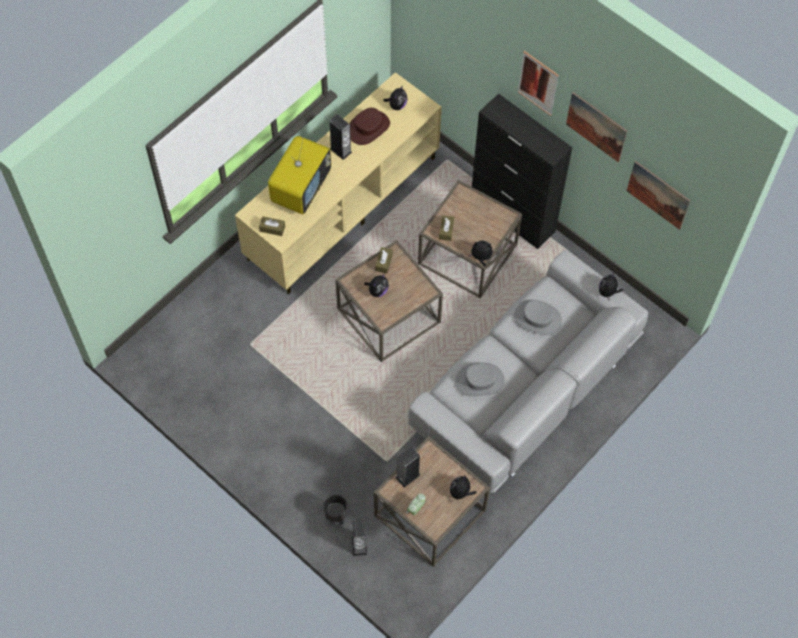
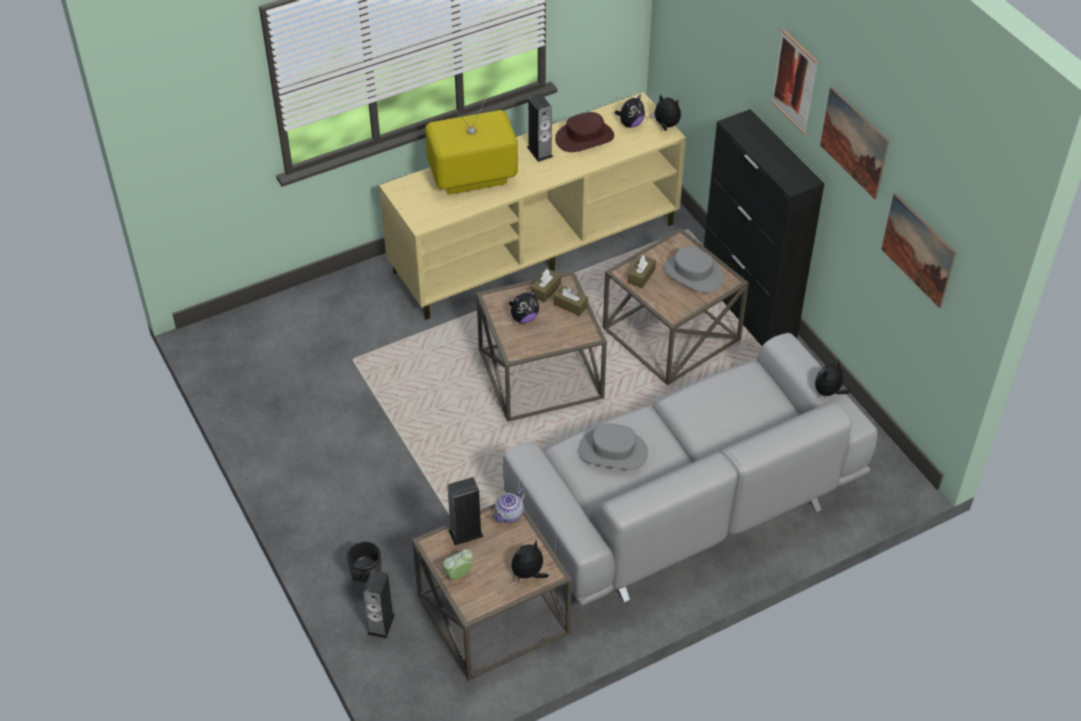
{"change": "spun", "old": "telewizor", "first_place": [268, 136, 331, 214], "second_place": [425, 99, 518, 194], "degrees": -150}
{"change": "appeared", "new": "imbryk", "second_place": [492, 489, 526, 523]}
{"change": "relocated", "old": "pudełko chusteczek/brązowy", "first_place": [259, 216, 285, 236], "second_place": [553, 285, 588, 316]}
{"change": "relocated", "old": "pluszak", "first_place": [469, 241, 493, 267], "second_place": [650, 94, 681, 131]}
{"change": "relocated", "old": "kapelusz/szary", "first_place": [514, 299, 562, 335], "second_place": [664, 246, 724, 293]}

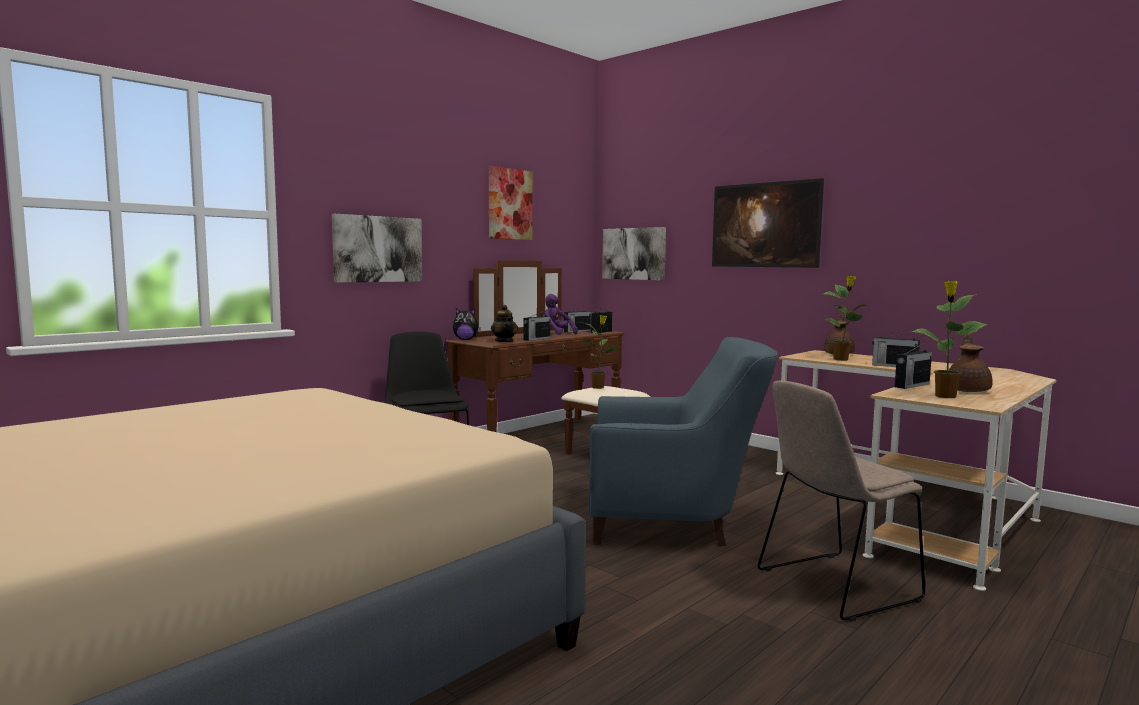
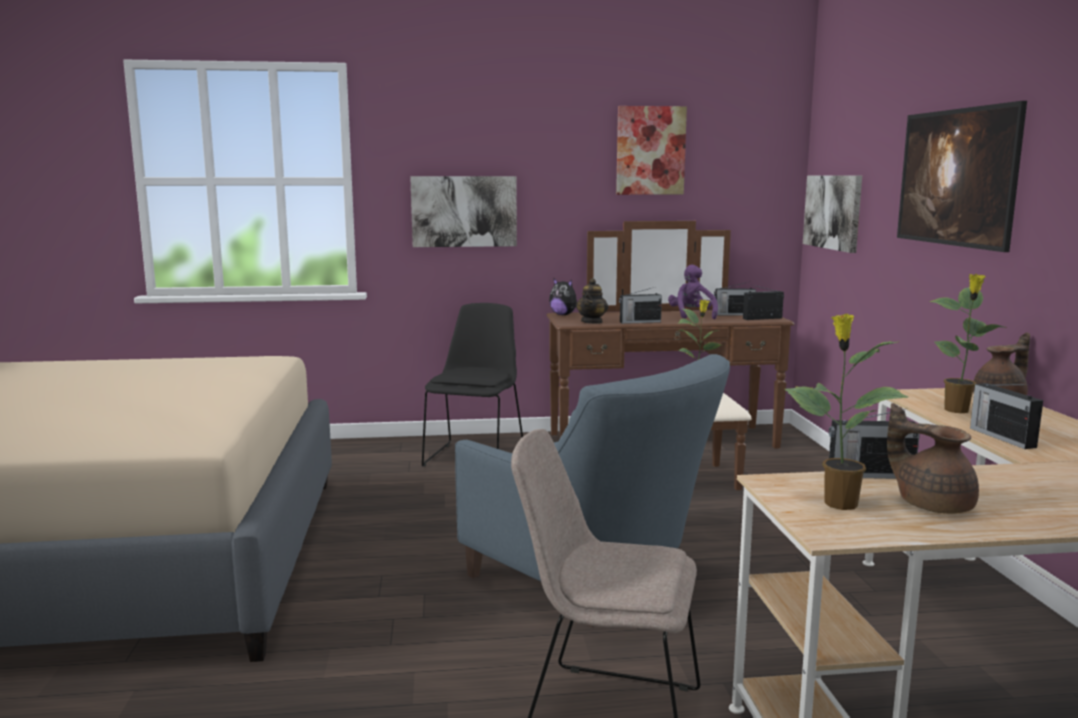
{"change": "spun", "old": "imbryk/brązowy", "first_place": [949, 334, 993, 392], "second_place": [887, 403, 979, 514], "degrees": -105}

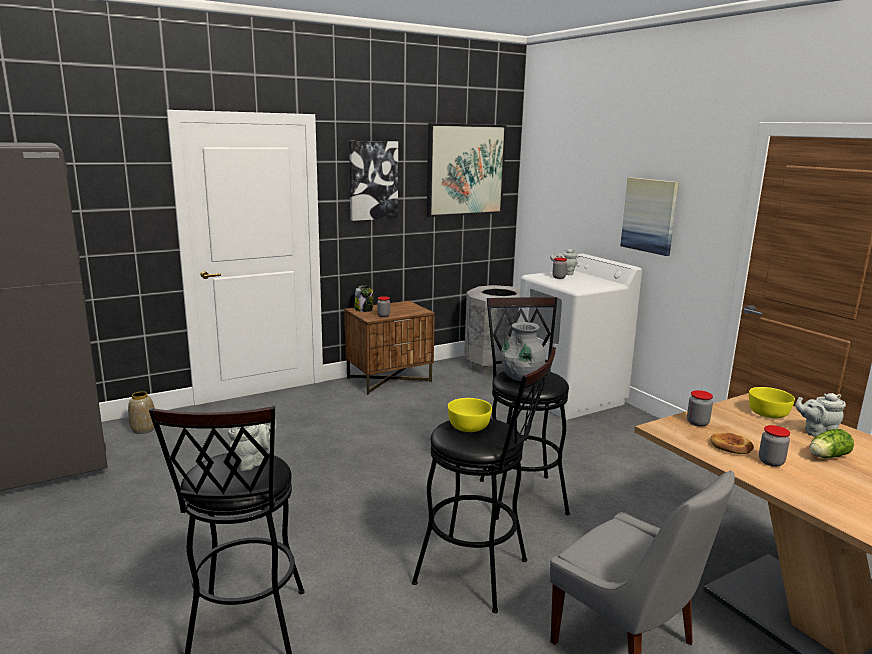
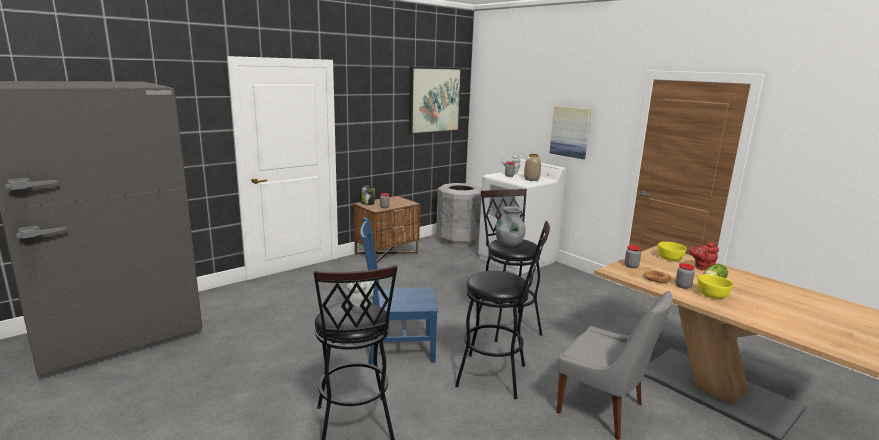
{"change": "appeared", "new": "krzesło/niebieski", "second_place": [360, 218, 438, 364]}
{"change": "relocated", "old": "wazon", "first_place": [128, 391, 155, 434], "second_place": [524, 154, 541, 181]}
{"change": "colour", "old": "imbryk/szary", "new": "imbryk/czerwony", "first_place": [795, 393, 846, 437], "second_place": [690, 243, 719, 270]}
{"change": "relocated", "old": "miska/żółty", "first_place": [448, 398, 492, 432], "second_place": [698, 275, 733, 299]}
{"change": "missing", "old": "obraz", "first_place": [349, 141, 398, 221]}

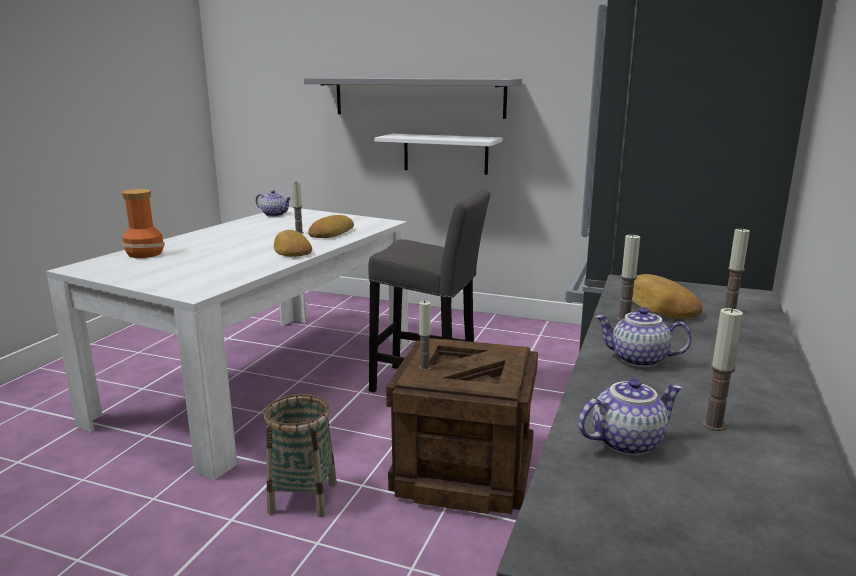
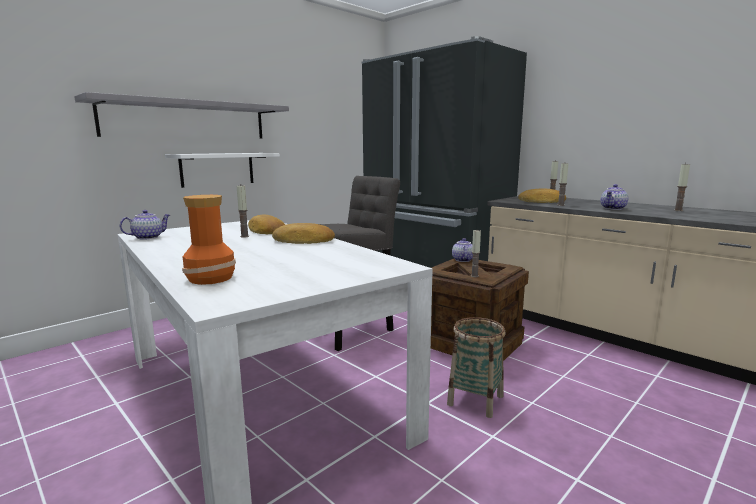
{"change": "relocated", "old": "imbryk", "first_place": [578, 378, 682, 456], "second_place": [452, 238, 473, 262]}

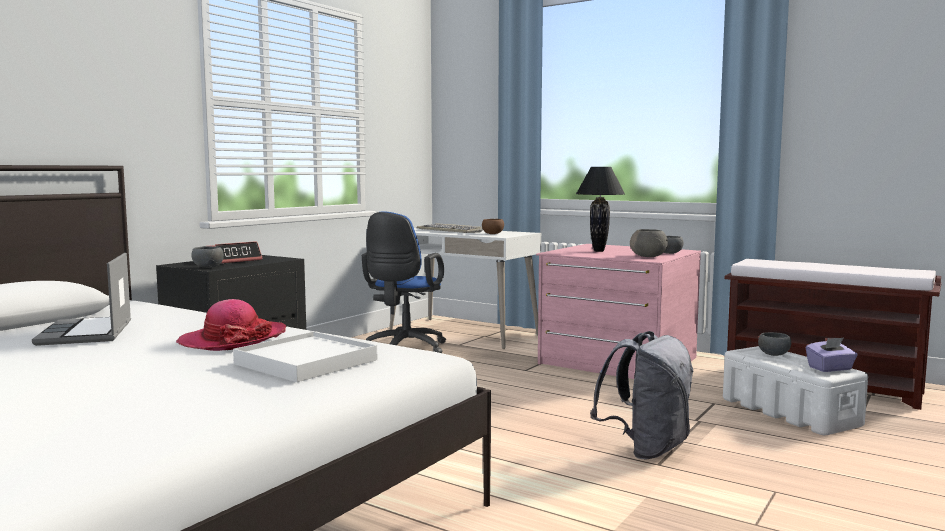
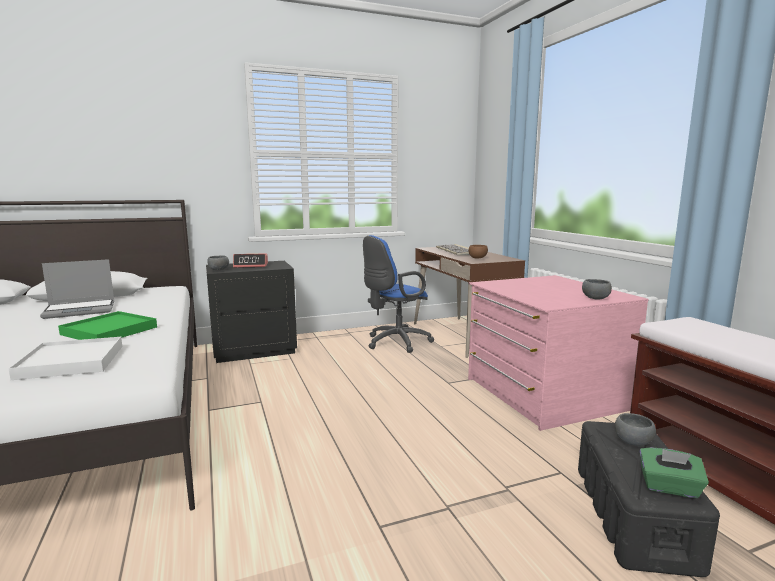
{"change": "spun", "old": "laptop", "first_place": [32, 253, 131, 346], "second_place": [40, 259, 114, 319], "degrees": -135}
{"change": "exchanged", "old": "kapelusz", "new": "taca/zielony", "first_place": [176, 299, 286, 351], "second_place": [58, 311, 157, 340]}
{"change": "colour", "old": "biurko/biały", "new": "biurko/brązowy", "first_place": [389, 228, 541, 349], "second_place": [414, 246, 525, 358]}
{"change": "colour", "old": "pojemnik do przechowywania/biały", "new": "pojemnik do przechowywania/czarny", "first_place": [723, 346, 868, 435], "second_place": [578, 421, 720, 577]}
{"change": "colour", "old": "pudełko chusteczek/fioletowy", "new": "pudełko chusteczek/zielony", "first_place": [806, 337, 858, 372], "second_place": [640, 448, 709, 498]}
{"change": "missing", "old": "lampa stołowa/czarny", "first_place": [576, 167, 625, 252]}
{"change": "missing", "old": "plecak/szary", "first_place": [590, 331, 694, 459]}
{"change": "missing", "old": "miska/szary", "first_place": [630, 229, 668, 257]}

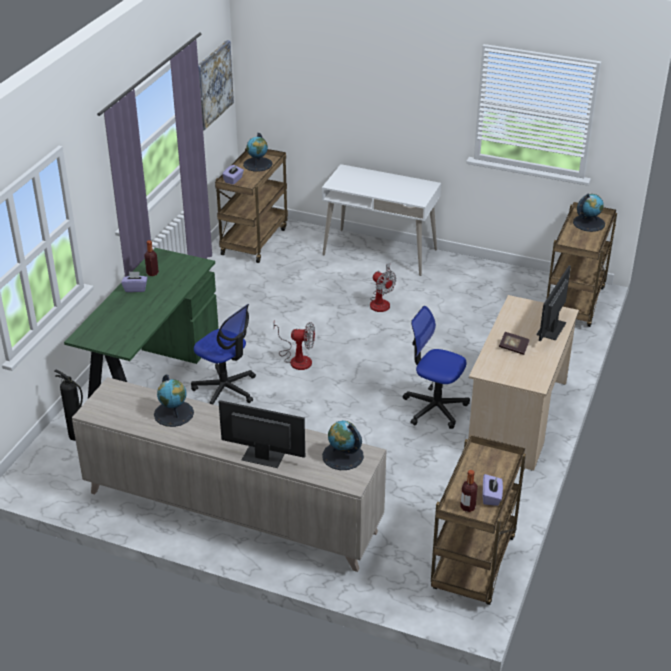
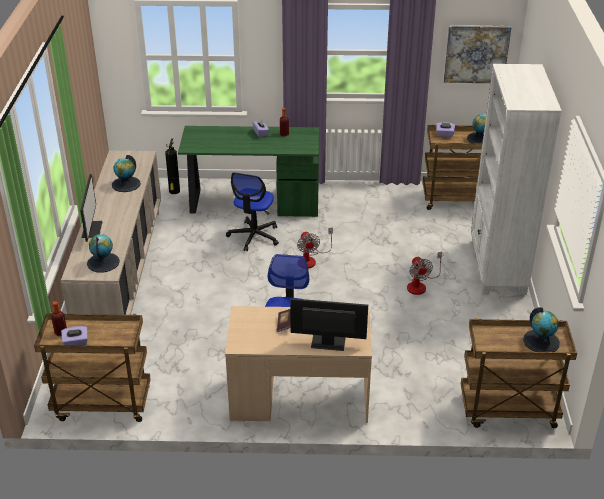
{"change": "spun", "old": "wentylator", "first_place": [370, 263, 396, 312], "second_place": [407, 252, 442, 295], "degrees": -45}
{"change": "exchanged", "old": "biurko/biały", "new": "regał/biały", "first_place": [322, 164, 441, 276], "second_place": [471, 64, 562, 295]}

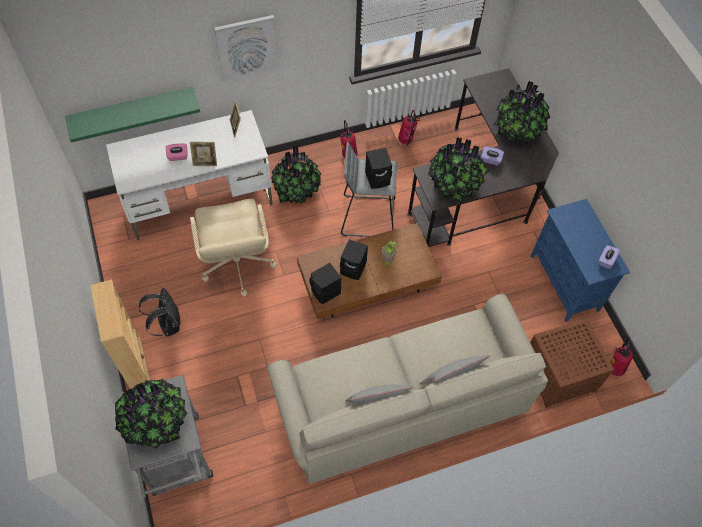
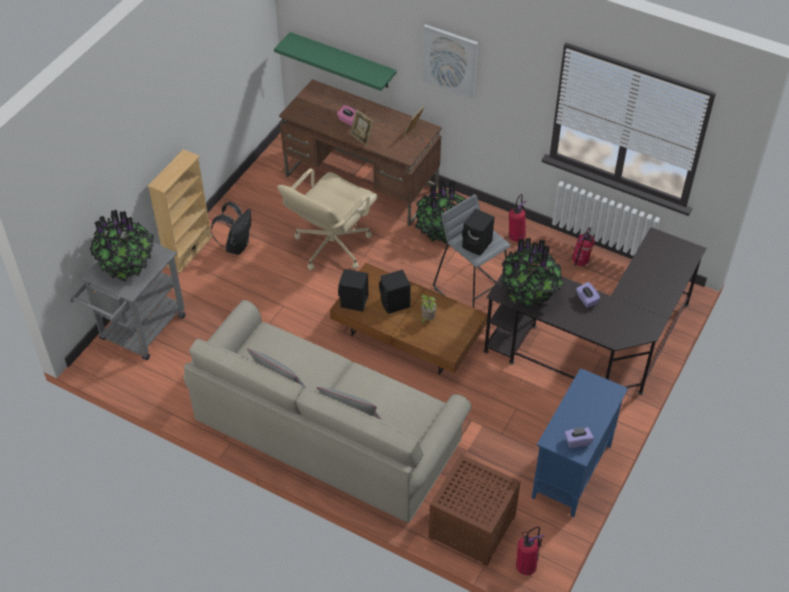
{"change": "colour", "old": "biurko/biały", "new": "biurko/brązowy", "first_place": [106, 110, 273, 240], "second_place": [279, 79, 442, 227]}
{"change": "missing", "old": "roślina doniczkowa", "first_place": [493, 81, 550, 144]}

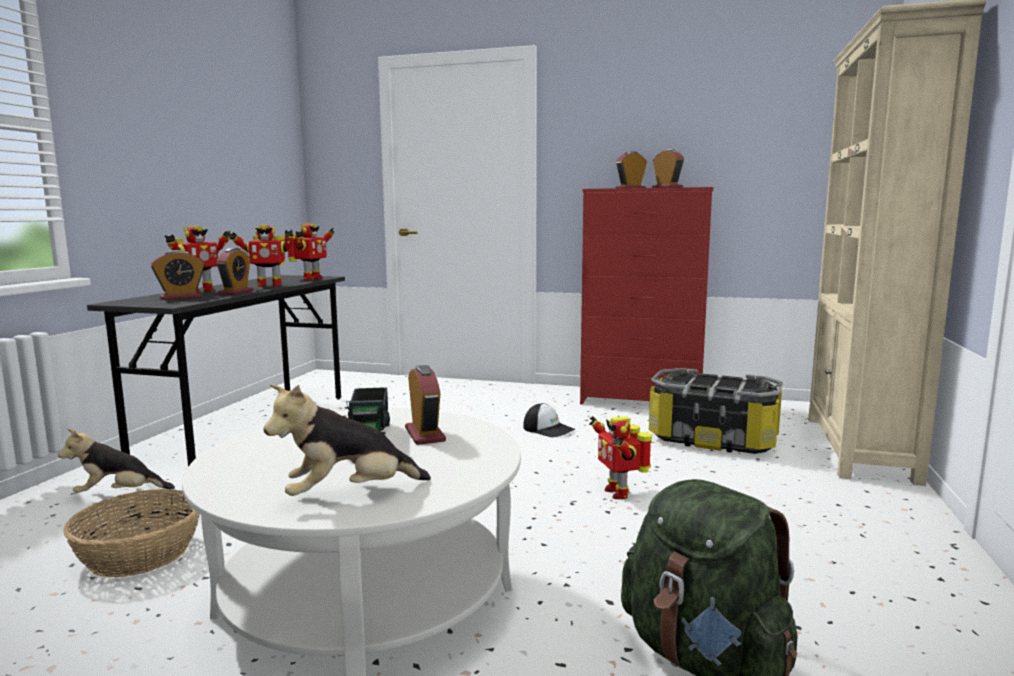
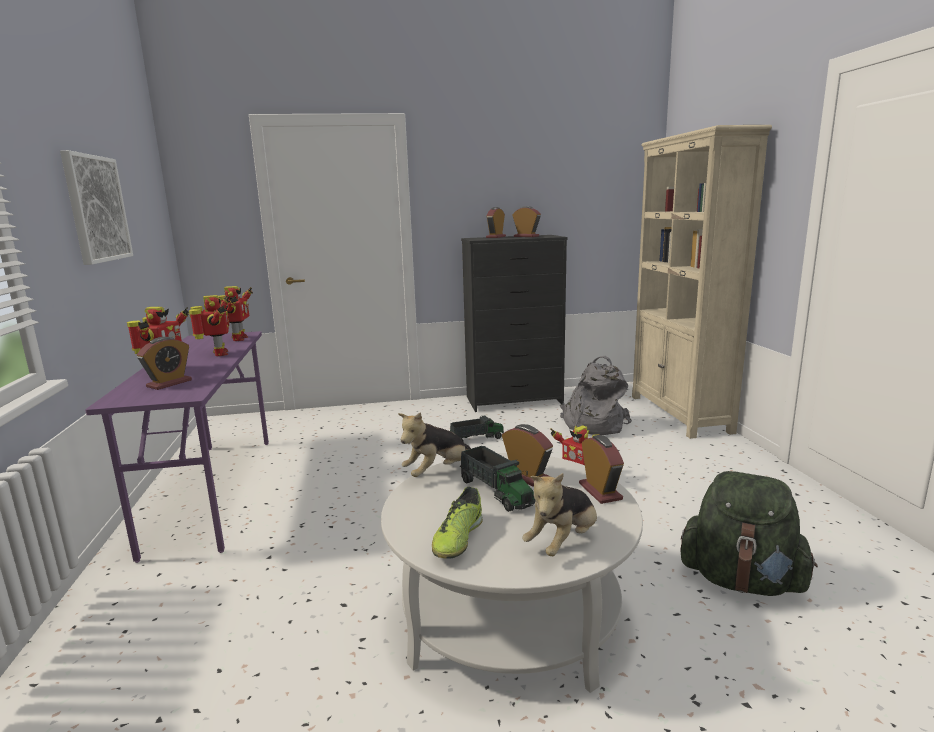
{"change": "appeared", "new": "obraz", "second_place": [60, 150, 133, 265]}
{"change": "colour", "old": "biurko/szary", "new": "biurko/fioletowy", "first_place": [87, 275, 345, 467], "second_place": [85, 331, 269, 563]}
{"change": "spun", "old": "robot zabawkowy", "first_place": [229, 225, 293, 287], "second_place": [189, 295, 231, 356], "degrees": -75}
{"change": "relocated", "old": "pluszak", "first_place": [58, 429, 175, 493], "second_place": [398, 412, 471, 477]}
{"change": "appeared", "new": "but", "second_place": [432, 487, 483, 559]}
{"change": "exchanged", "old": "czapka z daszkiem", "new": "ciężarówka zabawkowa", "first_place": [523, 403, 575, 437], "second_place": [450, 416, 504, 442]}
{"change": "colour", "old": "komoda/czerwony", "new": "komoda/czarny", "first_place": [580, 187, 713, 405], "second_place": [461, 235, 568, 412]}
{"change": "exchanged", "old": "pojemnik do przechowywania", "new": "plecak/szary", "first_place": [649, 368, 783, 454], "second_place": [560, 356, 632, 435]}
{"change": "relocated", "old": "budzik", "first_place": [216, 248, 254, 295], "second_place": [579, 435, 624, 504]}
{"change": "missing", "old": "koszyk", "first_place": [63, 489, 200, 577]}

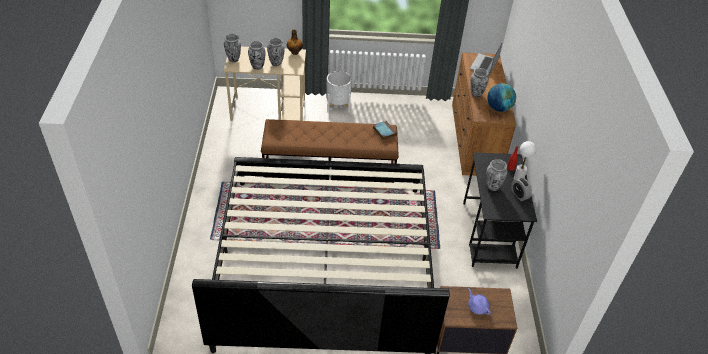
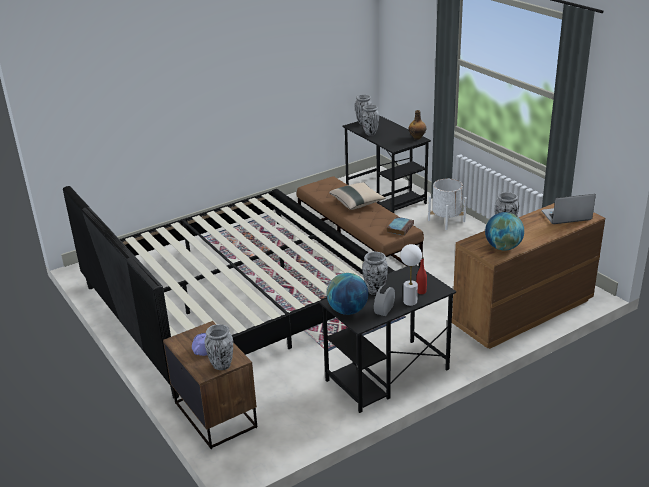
{"change": "relocated", "old": "wazon", "first_place": [267, 38, 285, 66], "second_place": [205, 324, 233, 370]}
{"change": "appeared", "new": "globus", "second_place": [327, 273, 368, 315]}
{"change": "appeared", "new": "poduszka/beżowy", "second_place": [329, 182, 386, 210]}
{"change": "colour", "old": "biurko/beżowy", "new": "biurko/czarny", "first_place": [224, 47, 306, 121], "second_place": [343, 115, 431, 213]}

